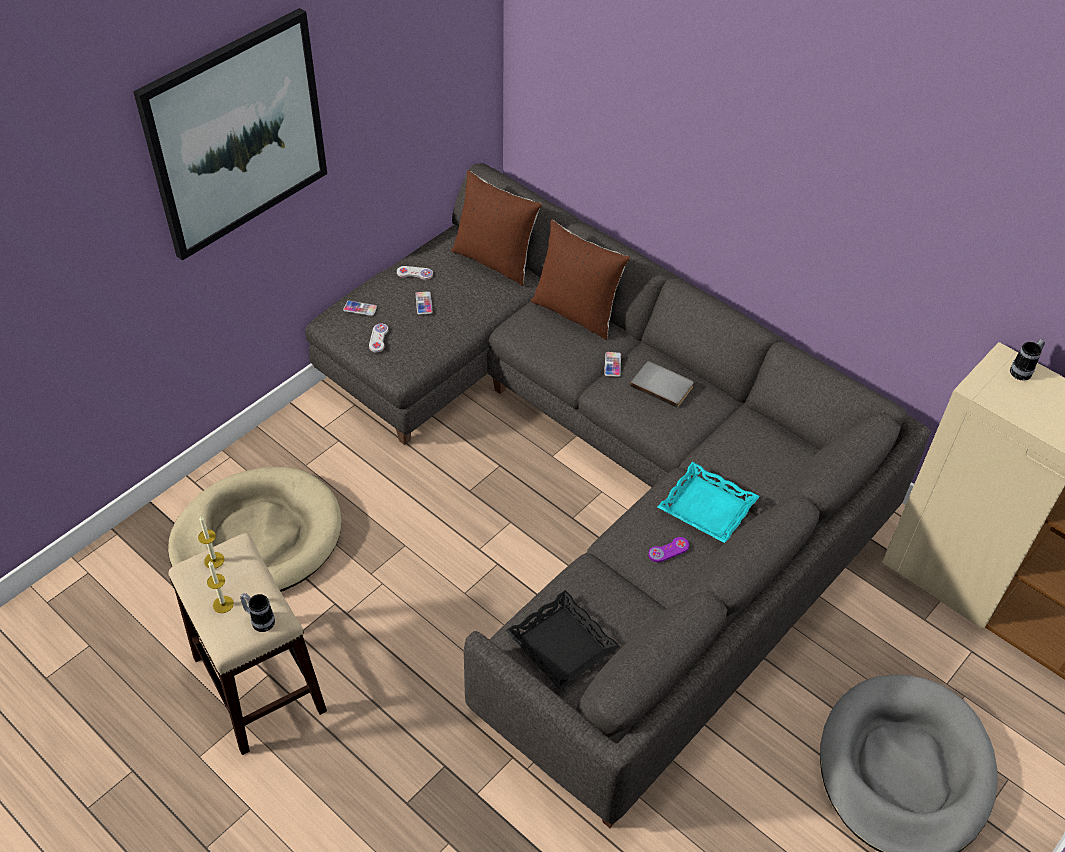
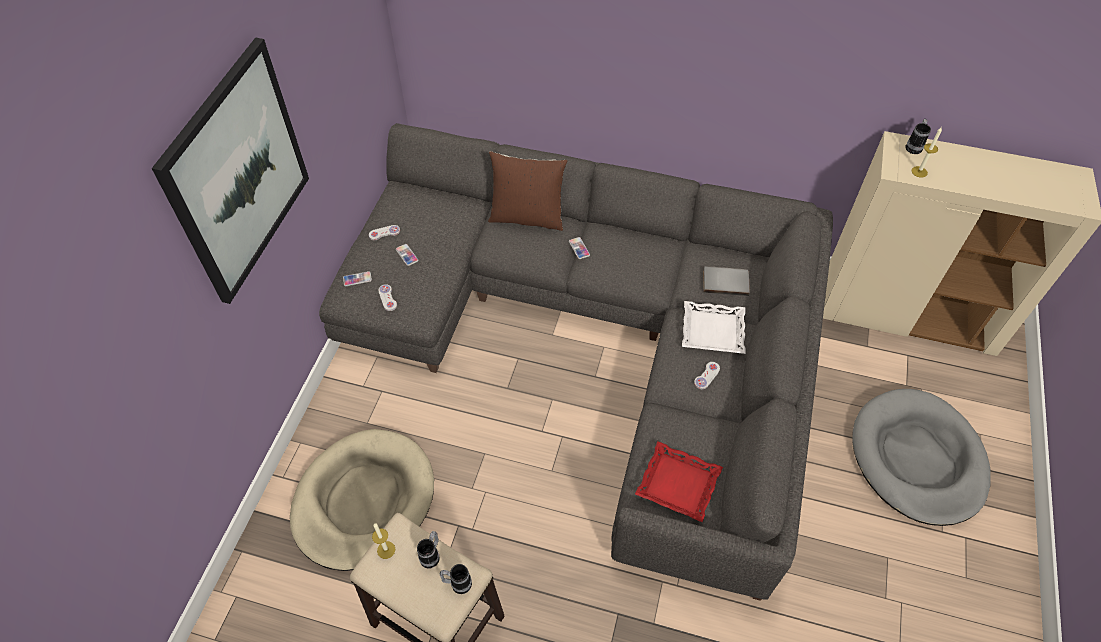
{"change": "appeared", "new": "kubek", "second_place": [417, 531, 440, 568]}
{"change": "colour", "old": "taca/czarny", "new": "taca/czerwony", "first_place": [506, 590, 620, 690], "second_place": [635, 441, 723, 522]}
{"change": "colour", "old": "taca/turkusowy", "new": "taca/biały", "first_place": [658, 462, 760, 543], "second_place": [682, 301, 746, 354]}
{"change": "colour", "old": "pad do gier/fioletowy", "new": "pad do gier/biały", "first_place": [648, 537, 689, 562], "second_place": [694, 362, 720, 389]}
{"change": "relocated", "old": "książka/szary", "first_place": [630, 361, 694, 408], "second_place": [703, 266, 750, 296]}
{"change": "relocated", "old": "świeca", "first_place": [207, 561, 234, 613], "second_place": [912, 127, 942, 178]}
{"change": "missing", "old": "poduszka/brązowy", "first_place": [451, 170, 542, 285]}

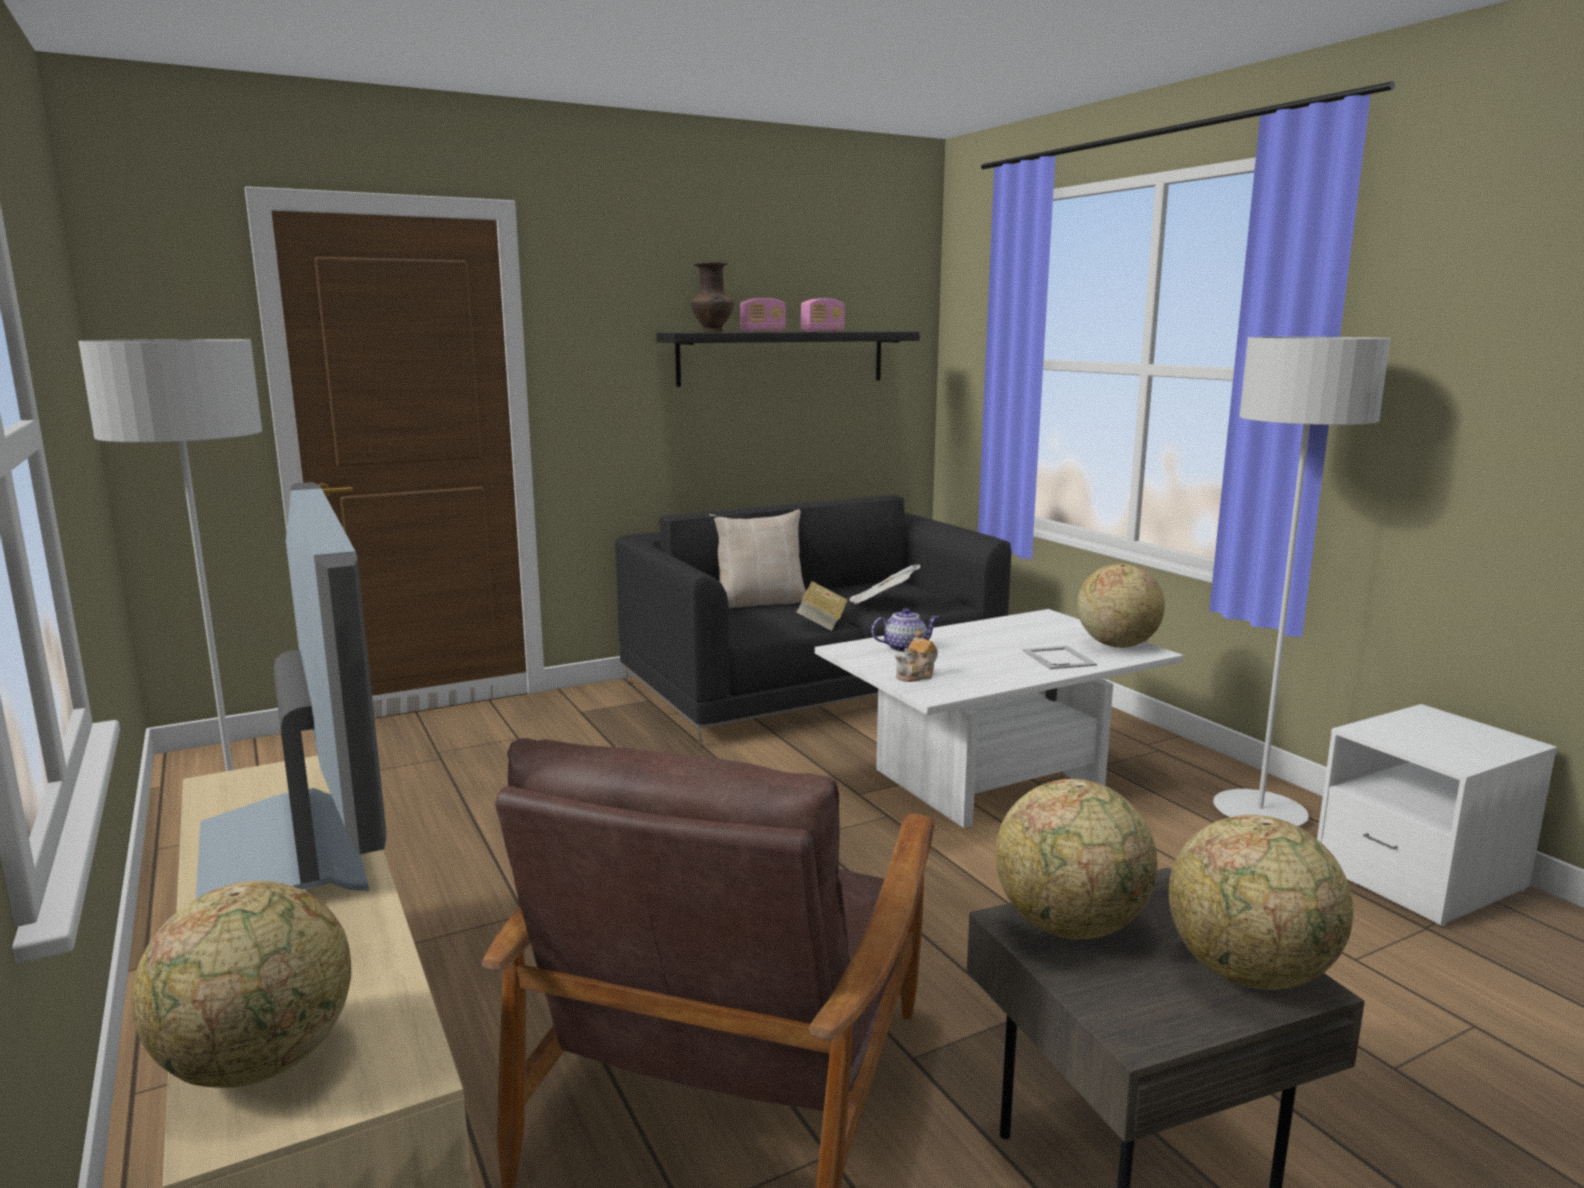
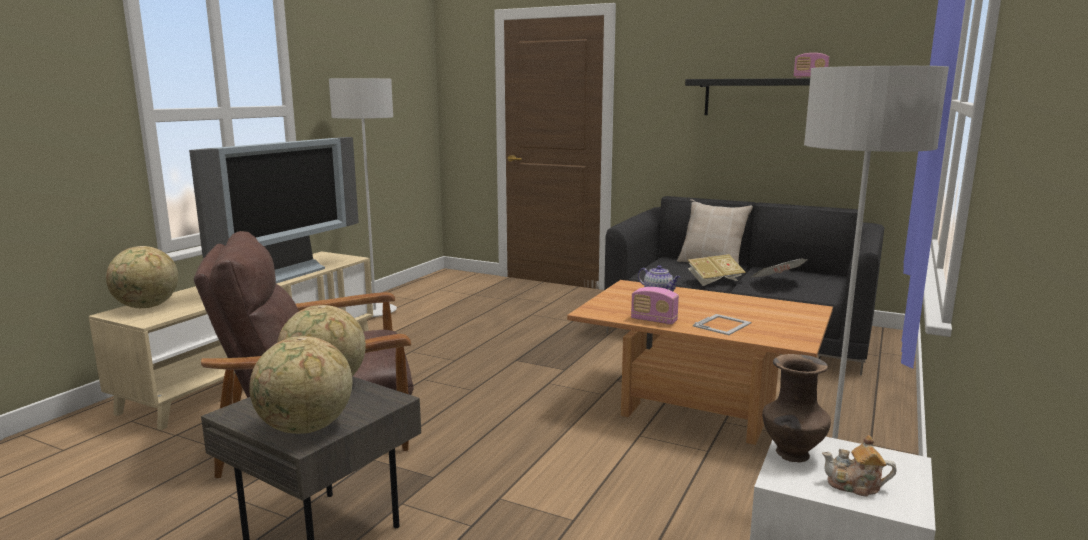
{"change": "colour", "old": "ława/biały", "new": "ława/brązowy", "first_place": [815, 609, 1184, 828], "second_place": [567, 280, 833, 445]}
{"change": "relocated", "old": "radio", "first_place": [740, 298, 786, 332], "second_place": [631, 287, 679, 325]}
{"change": "relocated", "old": "wazon/brązowy", "first_place": [691, 262, 734, 332], "second_place": [762, 354, 831, 462]}
{"change": "relocated", "old": "imbryk", "first_place": [895, 630, 938, 682], "second_place": [822, 435, 897, 496]}
{"change": "missing", "old": "globus", "first_place": [1077, 563, 1165, 648]}

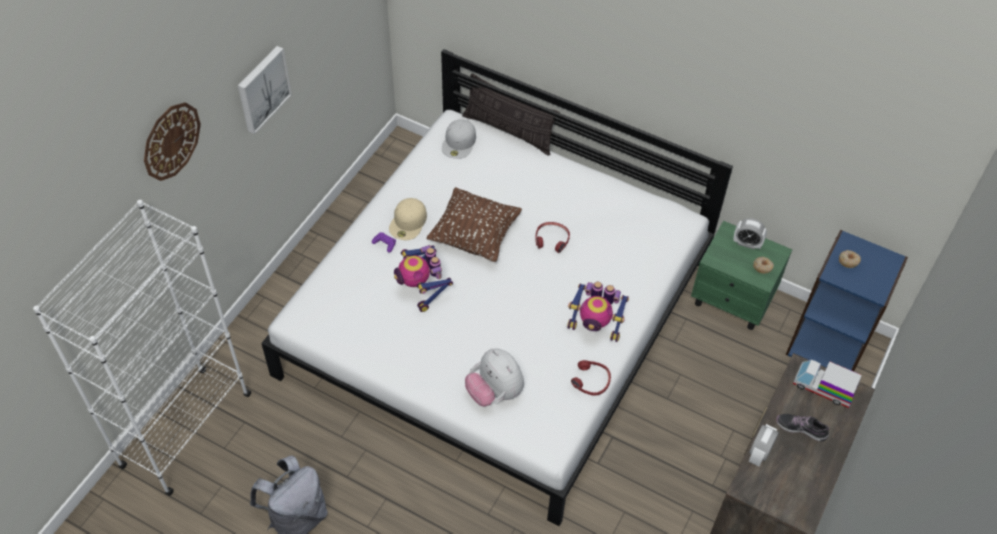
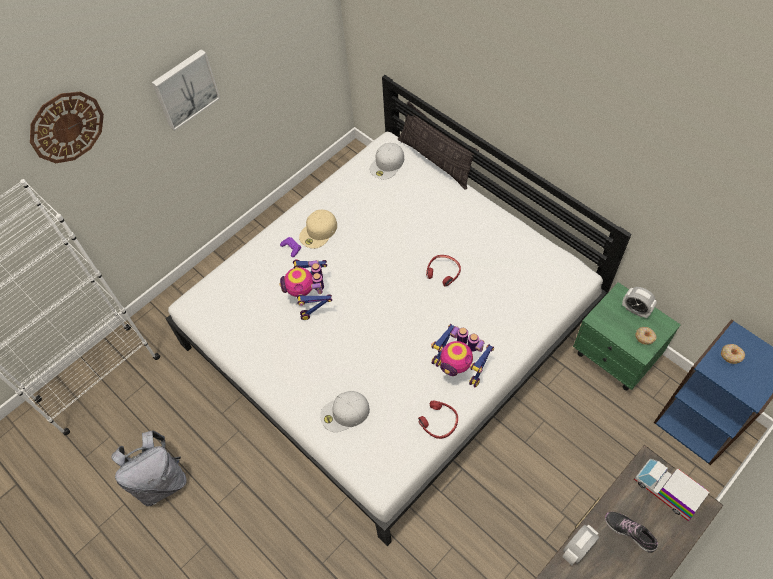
{"change": "exchanged", "old": "pluszak", "new": "czapka z daszkiem/biały", "first_place": [465, 348, 524, 407], "second_place": [320, 391, 370, 432]}
{"change": "missing", "old": "poduszka/brązowy", "first_place": [427, 187, 522, 262]}

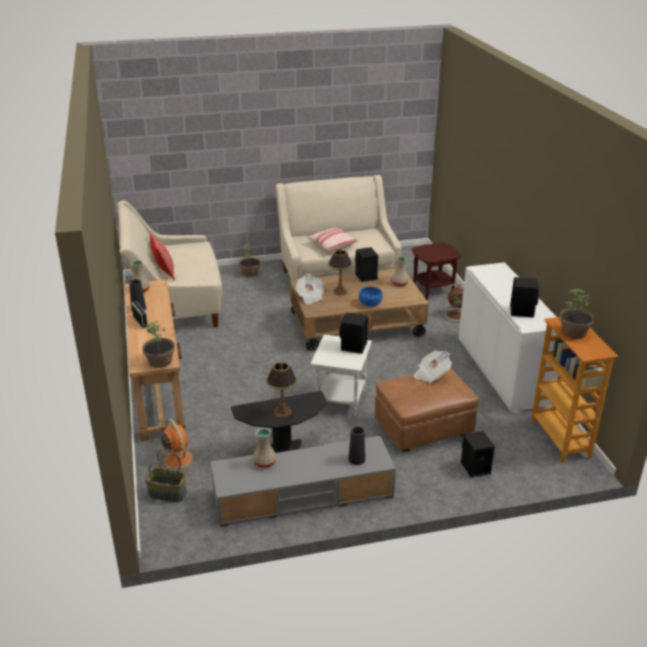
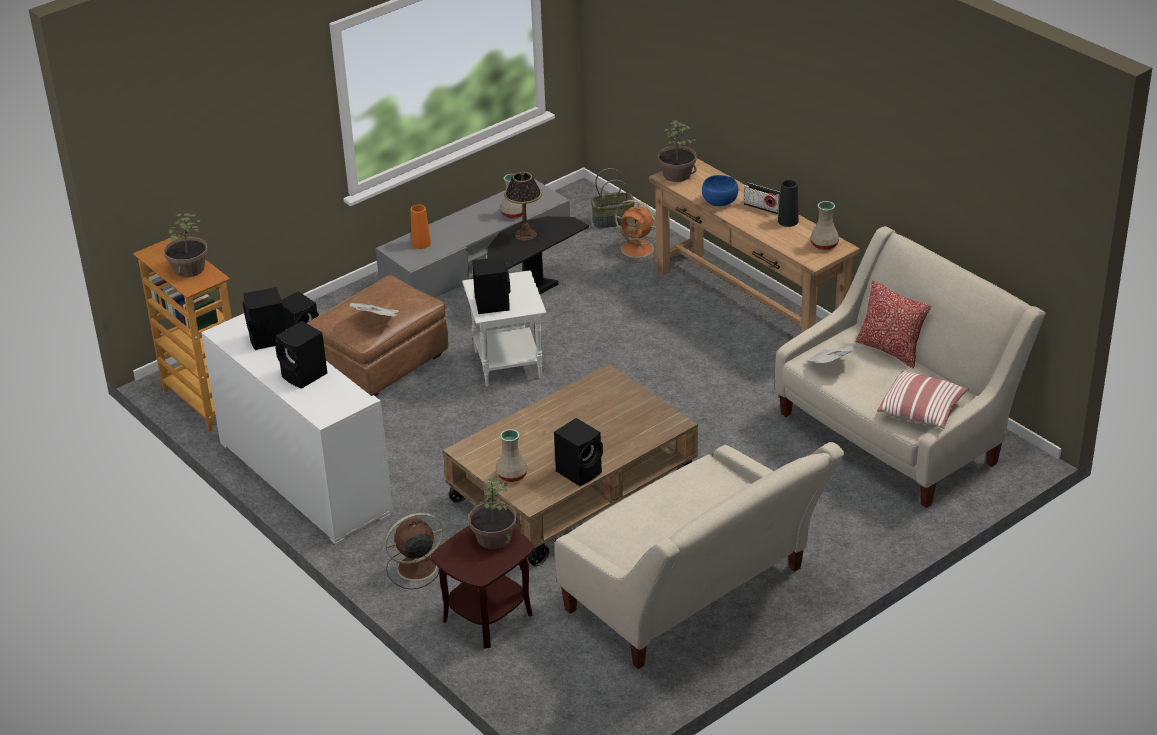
{"change": "appeared", "new": "głośnik/czarny", "second_place": [275, 321, 327, 389]}
{"change": "colour", "old": "wazon/czarny", "new": "wazon/pomarańczowy", "first_place": [348, 427, 366, 465], "second_place": [410, 205, 431, 249]}
{"change": "relocated", "old": "roślina doniczkowa", "first_place": [239, 244, 261, 277], "second_place": [468, 476, 517, 549]}
{"change": "relocated", "old": "miska/niebieski", "first_place": [359, 287, 383, 307], "second_place": [702, 175, 738, 206]}
{"change": "relocated", "old": "gazeta", "first_place": [295, 274, 324, 304], "second_place": [805, 346, 858, 363]}
{"change": "relocated", "old": "poduszka", "first_place": [307, 228, 358, 251], "second_place": [877, 371, 969, 429]}
{"change": "missing", "old": "lampa stołowa", "first_place": [328, 249, 352, 295]}

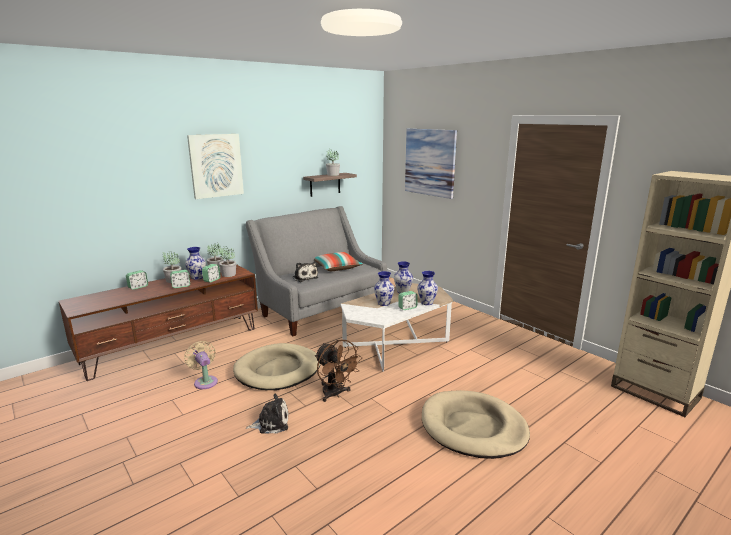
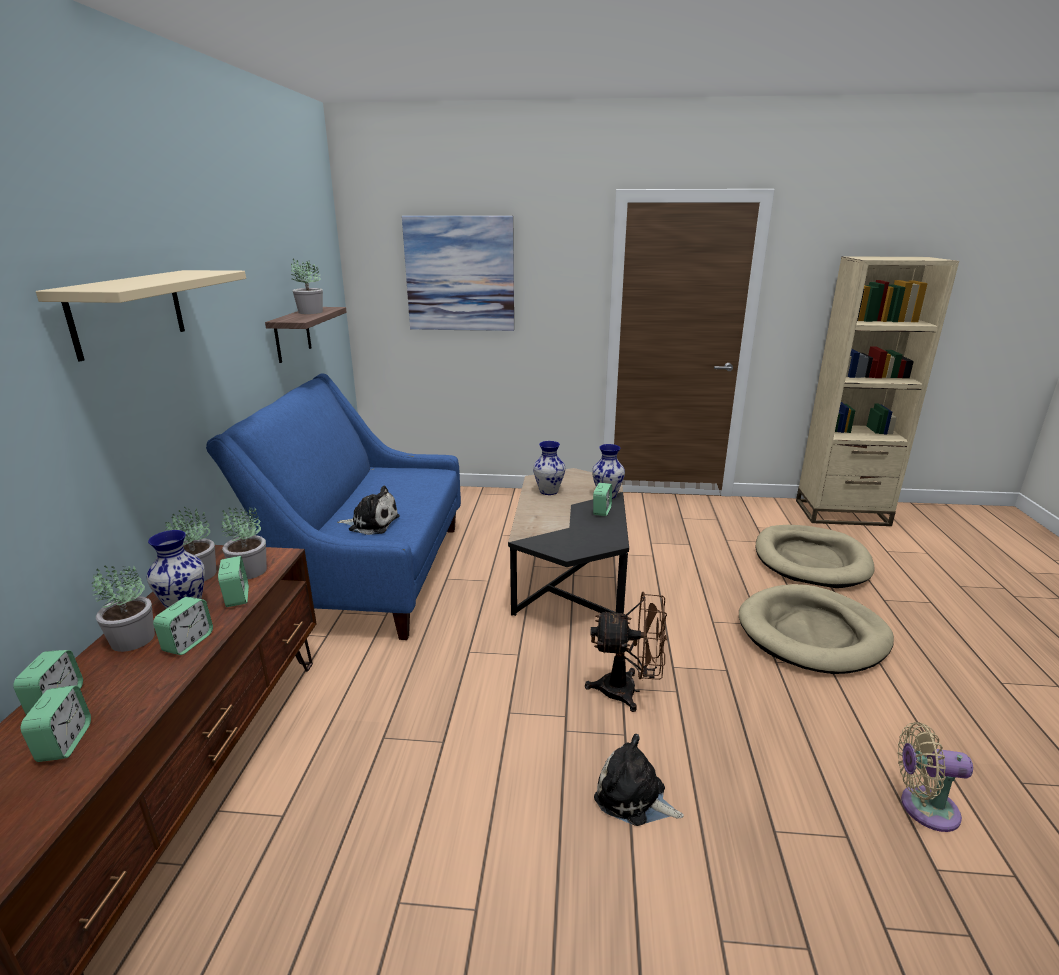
{"change": "appeared", "new": "budzik", "second_place": [21, 685, 91, 762]}
{"change": "exchanged", "old": "obraz", "new": "półka/beżowy", "first_place": [187, 134, 244, 199], "second_place": [36, 270, 246, 361]}
{"change": "colour", "old": "kanapa/szary", "new": "kanapa/niebieski", "first_place": [246, 206, 387, 336], "second_place": [206, 373, 461, 640]}
{"change": "colour", "old": "ława/biały", "new": "ława/czarny", "first_place": [341, 283, 453, 371], "second_place": [508, 468, 629, 616]}
{"change": "spun", "old": "pluszak", "first_place": [246, 393, 288, 433], "second_place": [594, 734, 684, 826], "degrees": -90}
{"change": "relocated", "old": "legowisko/beżowy", "first_place": [233, 343, 321, 390], "second_place": [756, 525, 875, 588]}
{"change": "relocated", "old": "wentylator/beżowy", "first_place": [184, 341, 218, 389], "second_place": [898, 722, 973, 832]}
{"change": "missing", "old": "poduszka", "first_place": [314, 252, 363, 271]}
{"change": "missing", "old": "wazon", "first_place": [374, 271, 394, 306]}

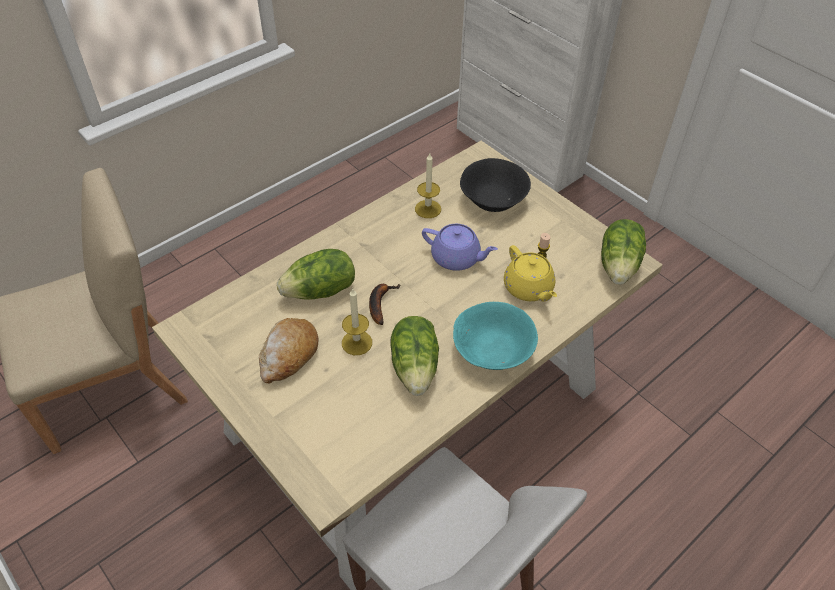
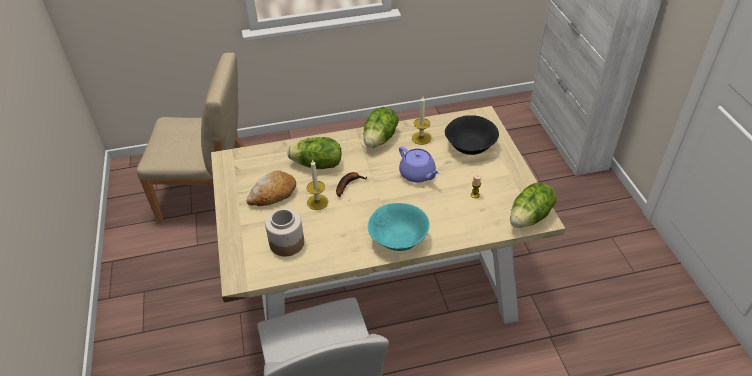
{"change": "appeared", "new": "słoik", "second_place": [265, 208, 304, 256]}
{"change": "relocated", "old": "sałata", "first_place": [390, 316, 439, 396], "second_place": [364, 107, 399, 148]}
{"change": "missing", "old": "imbryk/żółty", "first_place": [504, 245, 557, 301]}

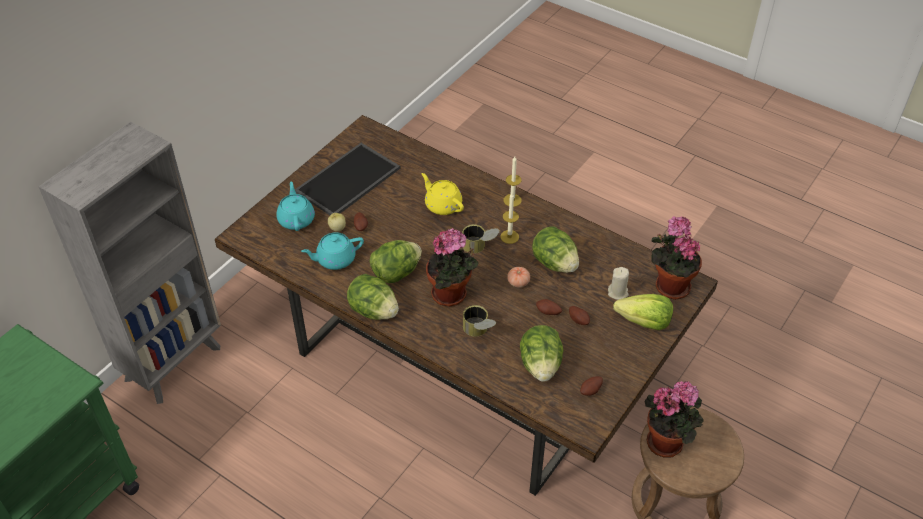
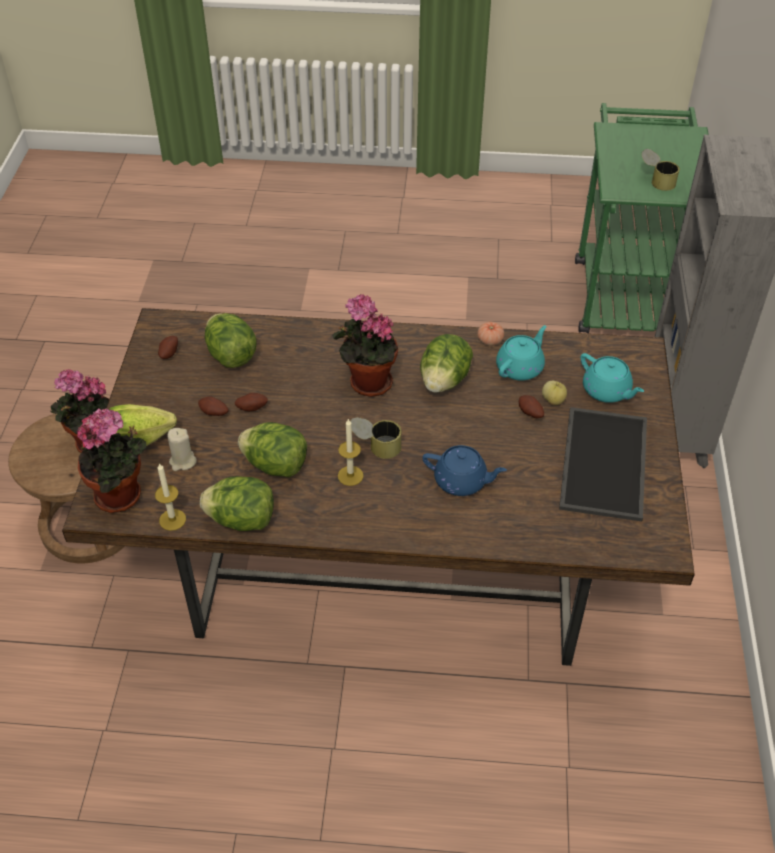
{"change": "relocated", "old": "świeca", "first_place": [503, 156, 522, 207], "second_place": [155, 463, 186, 531]}
{"change": "relocated", "old": "sałata", "first_place": [347, 274, 399, 320], "second_place": [200, 476, 274, 531]}
{"change": "colour", "old": "imbryk/żółty", "new": "imbryk/niebieski", "first_place": [422, 173, 464, 215], "second_place": [422, 445, 507, 496]}
{"change": "relocated", "old": "pomidor", "first_place": [507, 267, 530, 288], "second_place": [477, 322, 504, 346]}
{"change": "relocated", "old": "puszka", "first_place": [463, 305, 496, 337], "second_place": [642, 149, 680, 191]}

